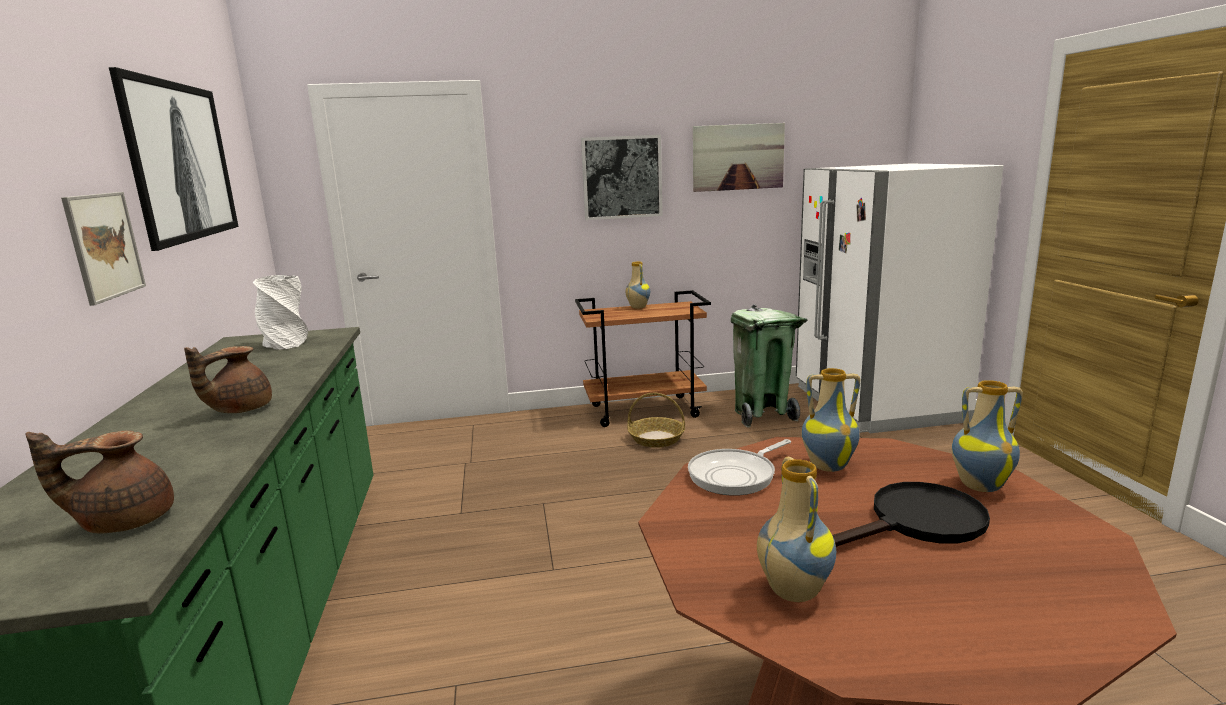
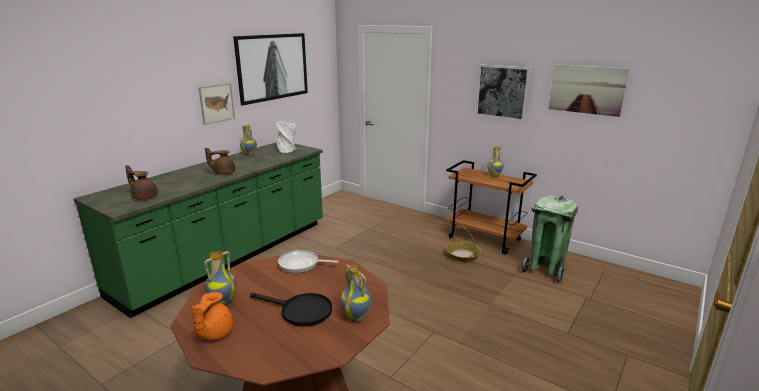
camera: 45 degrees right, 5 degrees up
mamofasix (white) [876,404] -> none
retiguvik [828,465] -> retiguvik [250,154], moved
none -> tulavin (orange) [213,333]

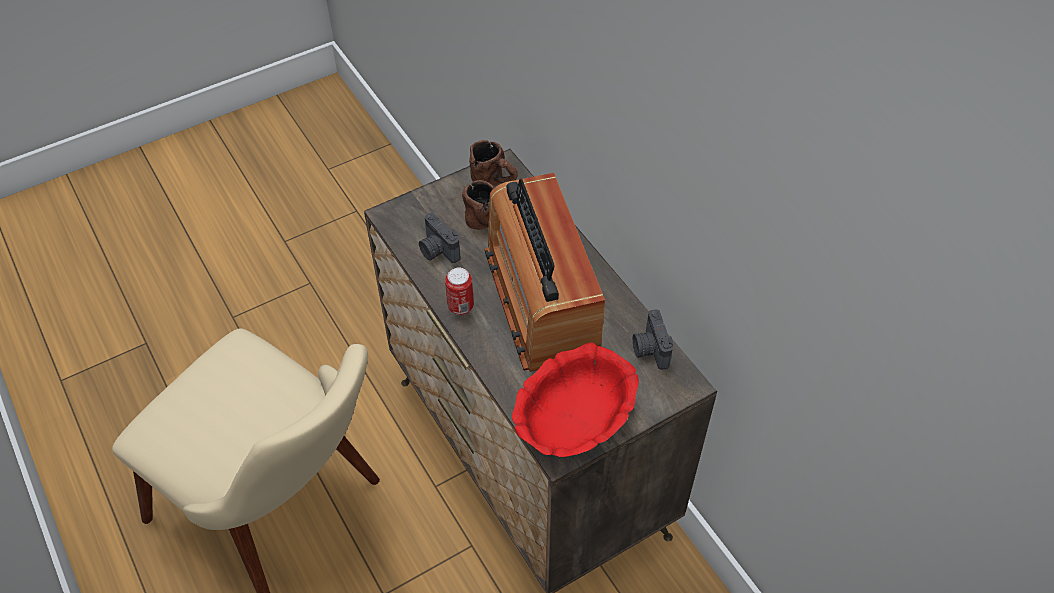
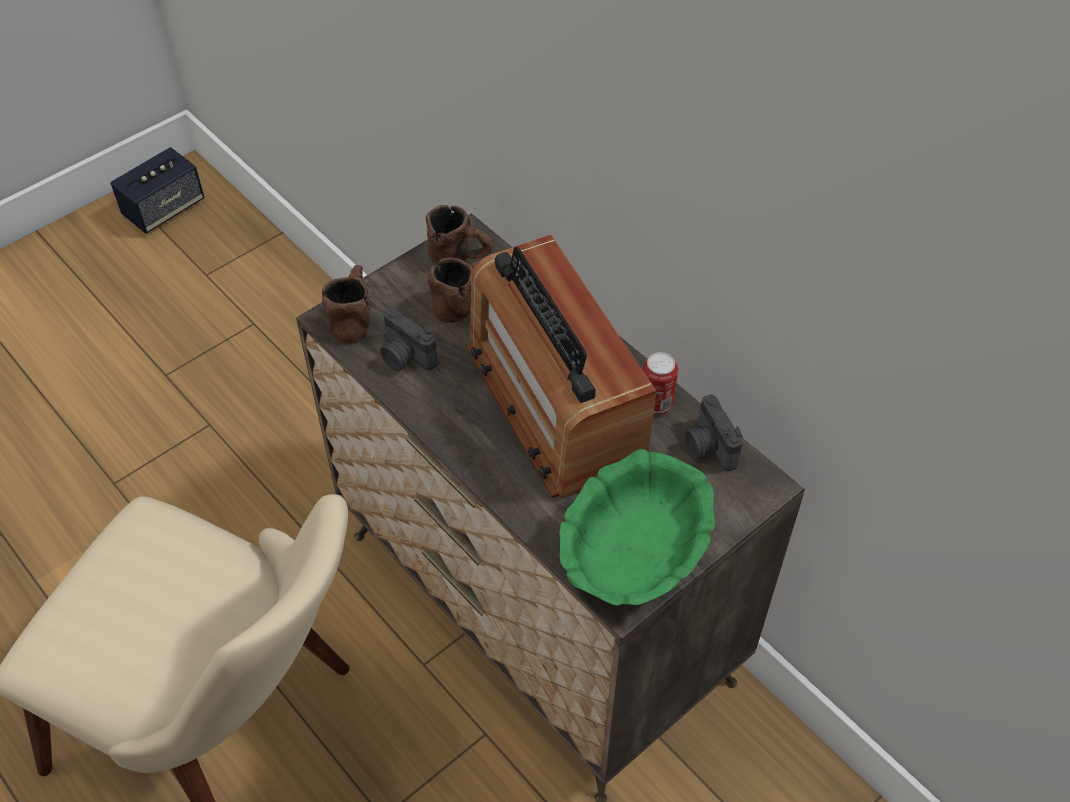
camera: 10 degrees left, 0 degrees up
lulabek [460,306] -> lulabek [656,404], moved
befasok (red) [574,425] -> befasok (green) [634,560]
none -> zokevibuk [164,209]
none -> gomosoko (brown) [353,317]

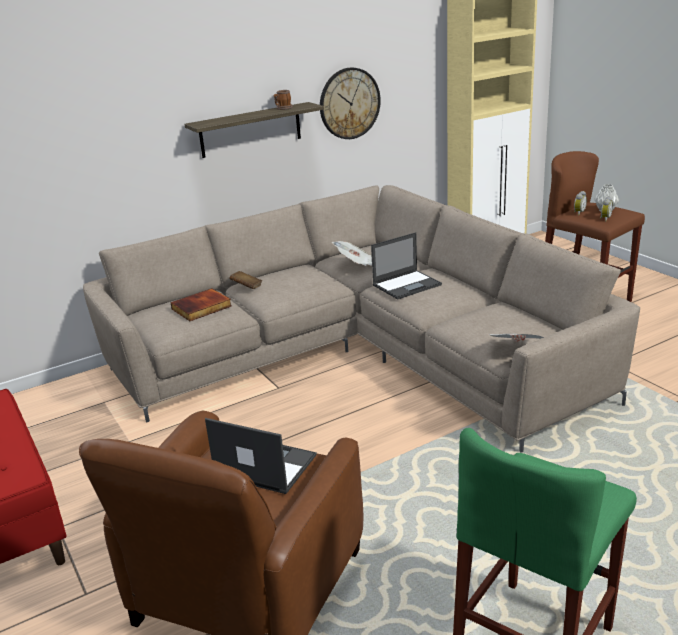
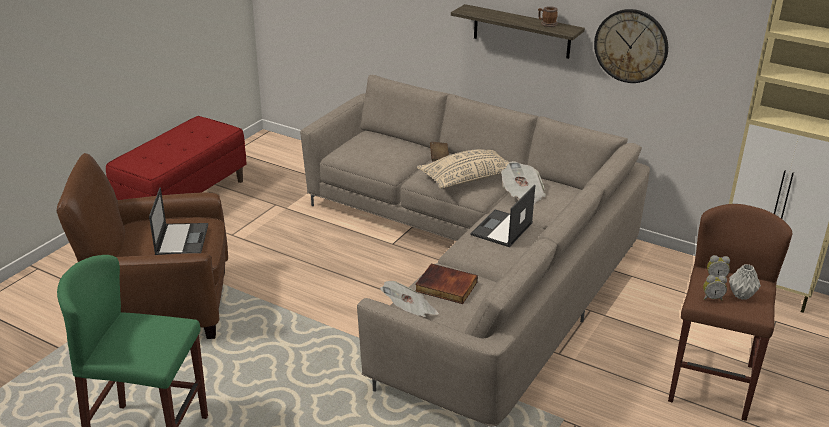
camera: 60 degrees right, 5 degrees up
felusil [201,308] -> felusil [445,287], moved
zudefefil [407,285] -> zudefefil [501,229], 90 degrees clockwise
none -> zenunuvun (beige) [467,178]

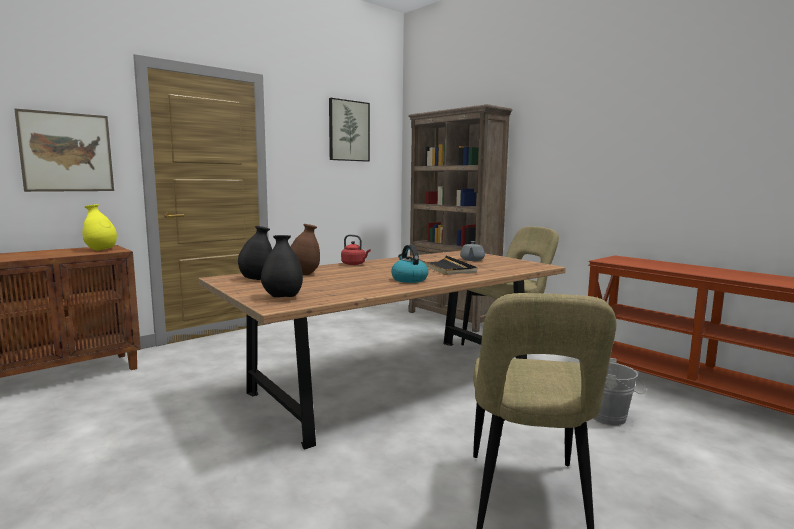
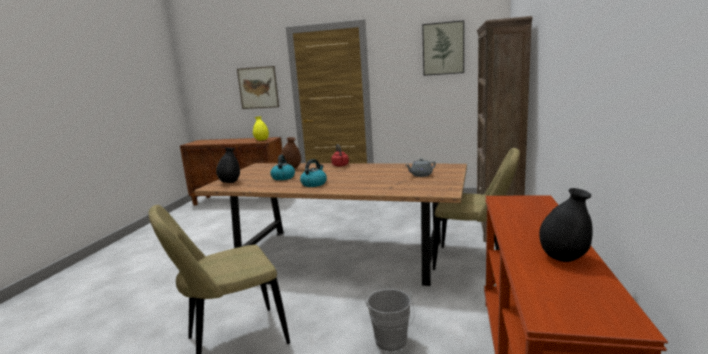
camera: 55 degrees right, 5 degrees up
retiguvik (black) [256,279] -> retiguvik (black) [563,258], moved
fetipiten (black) [444,268] -> none
none -> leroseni [283,177]

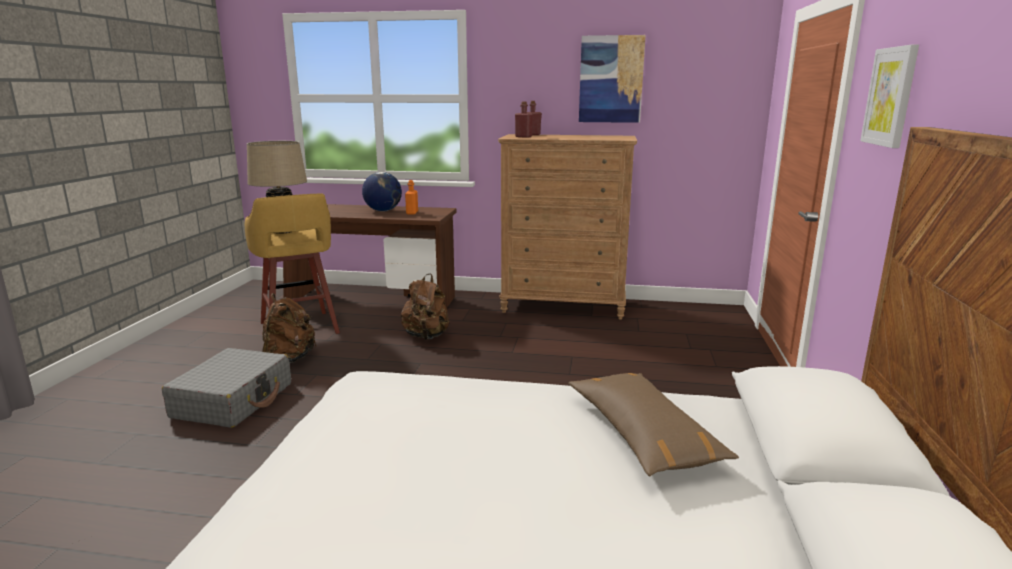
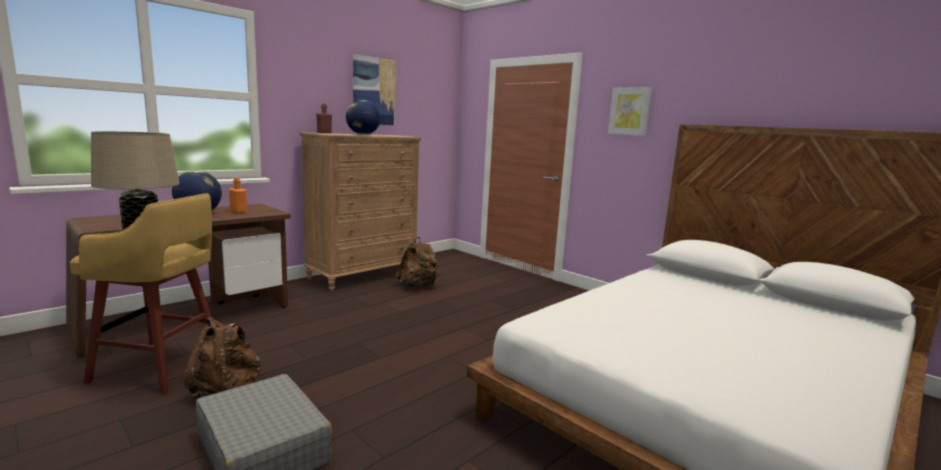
camera: 55 degrees left, 5 degrees down
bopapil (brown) [426,336] -> bopapil (brown) [418,286], moved
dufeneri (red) [523,137] -> none
zenunuvun (brown) [642,435] -> none
none -> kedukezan [363,134]

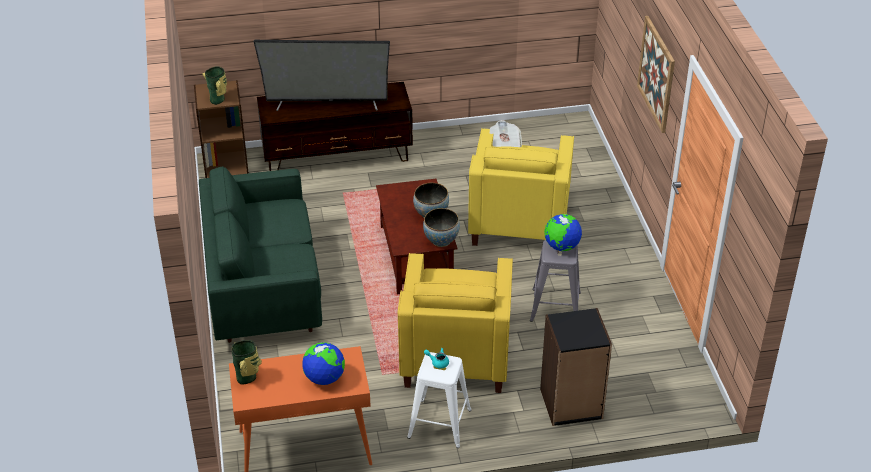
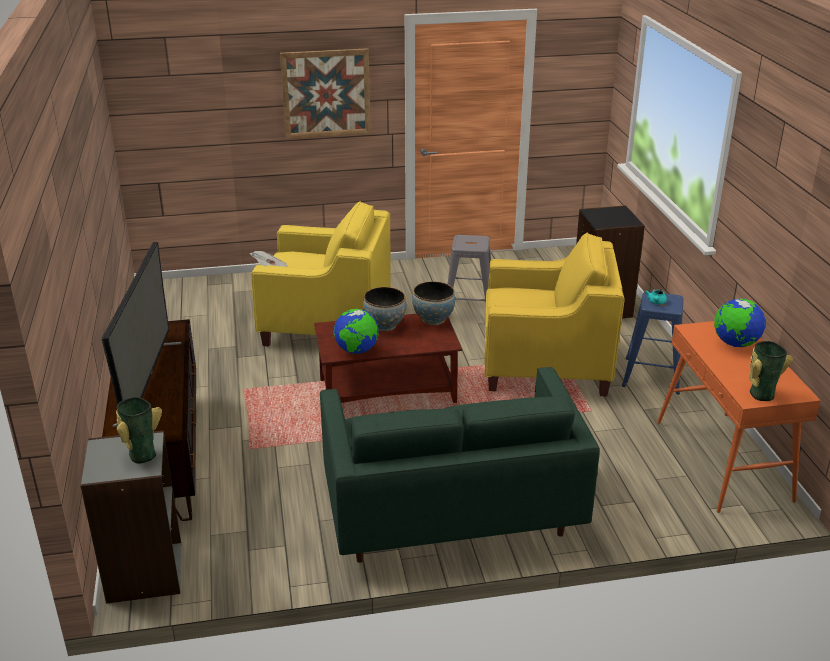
camera: 90 degrees left, 10 degrees down
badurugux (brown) [226,164] -> badurugux (grey) [143,572]
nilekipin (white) [438,423] -> nilekipin (blue) [652,376]
kedukezan [561,246] -> kedukezan [356,350], moved

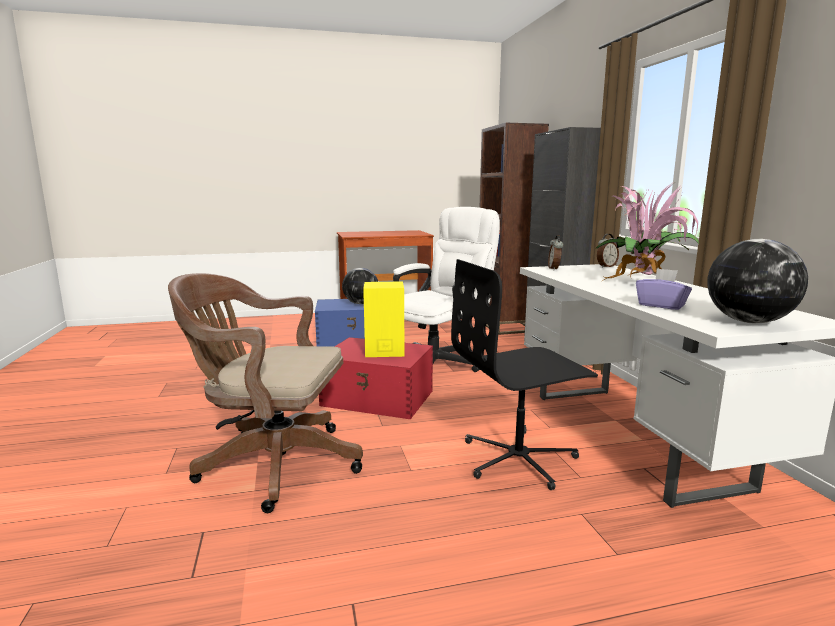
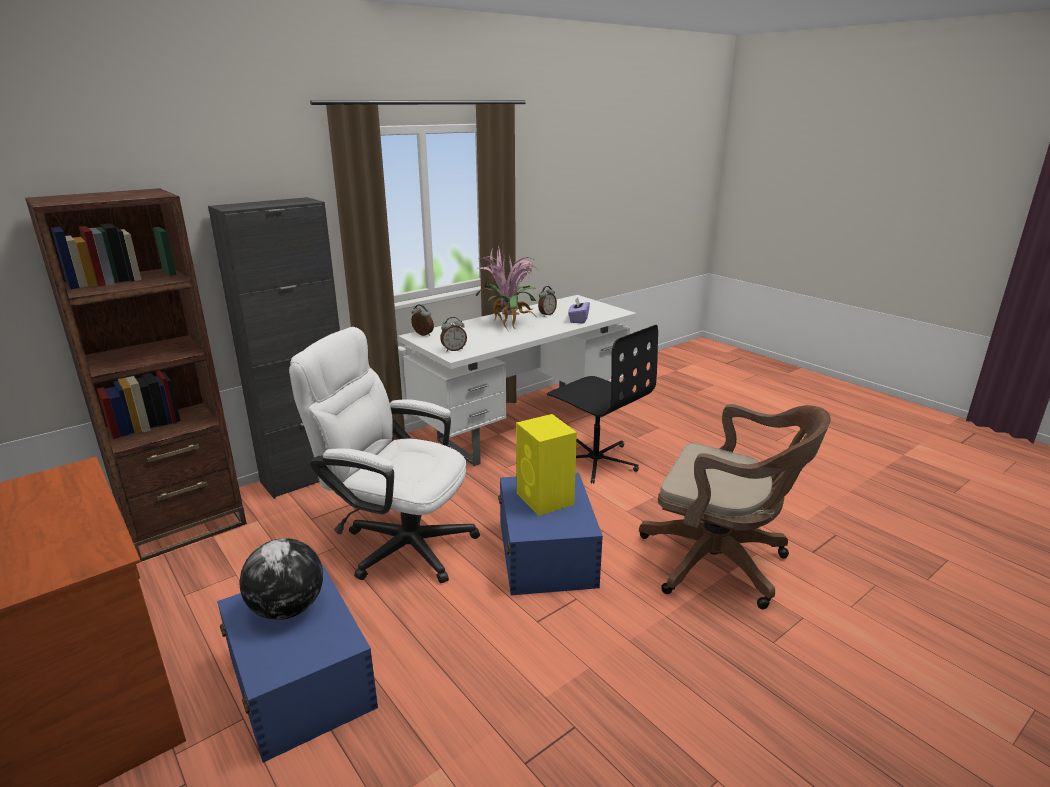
camera: 115 degrees left, 10 degrees up
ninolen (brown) [272,463] -> ninolen (brown) [721,563], 45 degrees counterclockwise
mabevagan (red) [378,398] -> mabevagan (blue) [547,553]
kedukezan [748,321] -> none
none -> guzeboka [546,314]

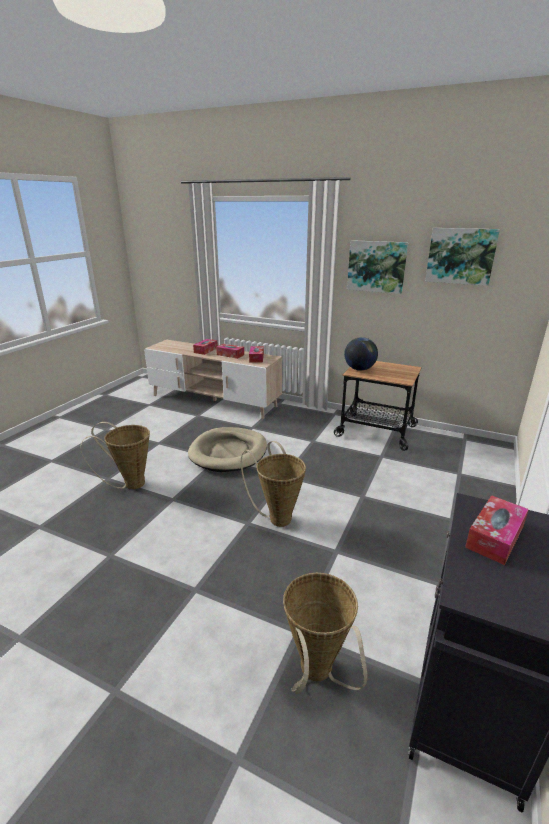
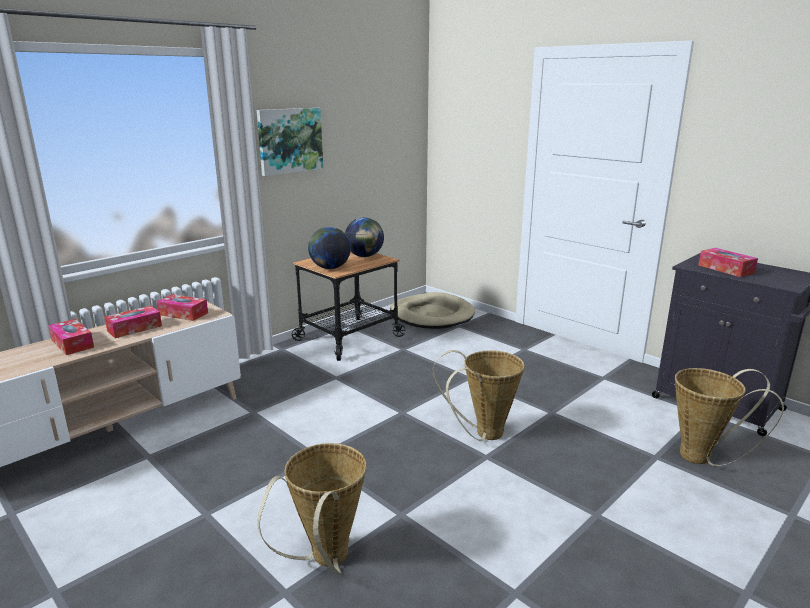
camera: 70 degrees left, 5 degrees down
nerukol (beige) [228,452] -> nerukol (beige) [431,315], moved
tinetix [460,256] -> none
none -> kedukezan [364,256]

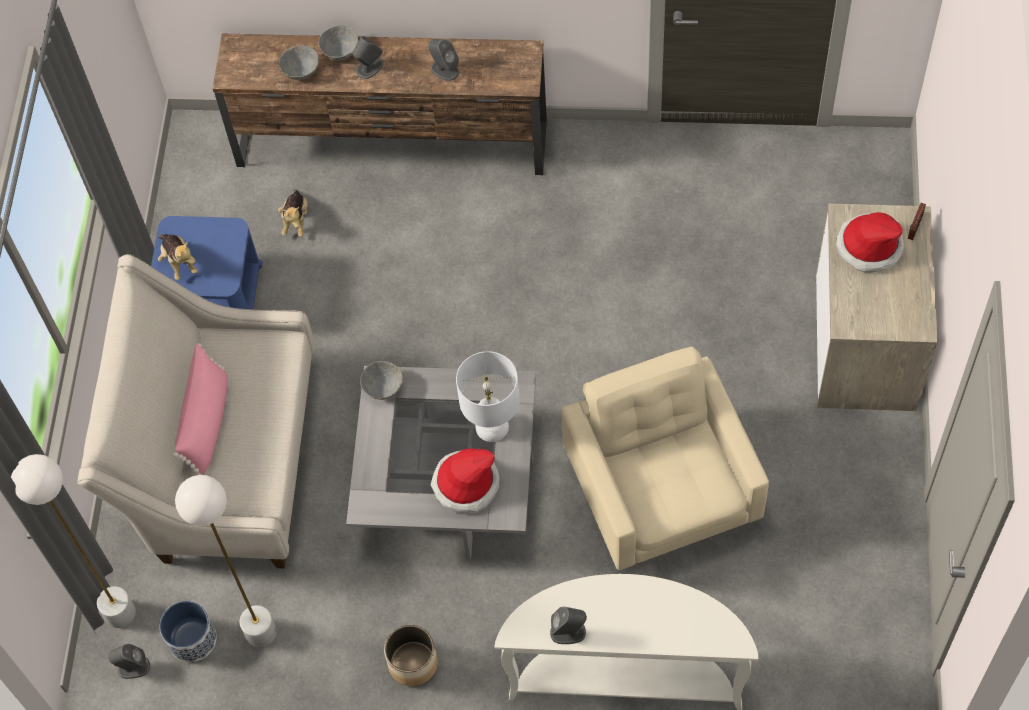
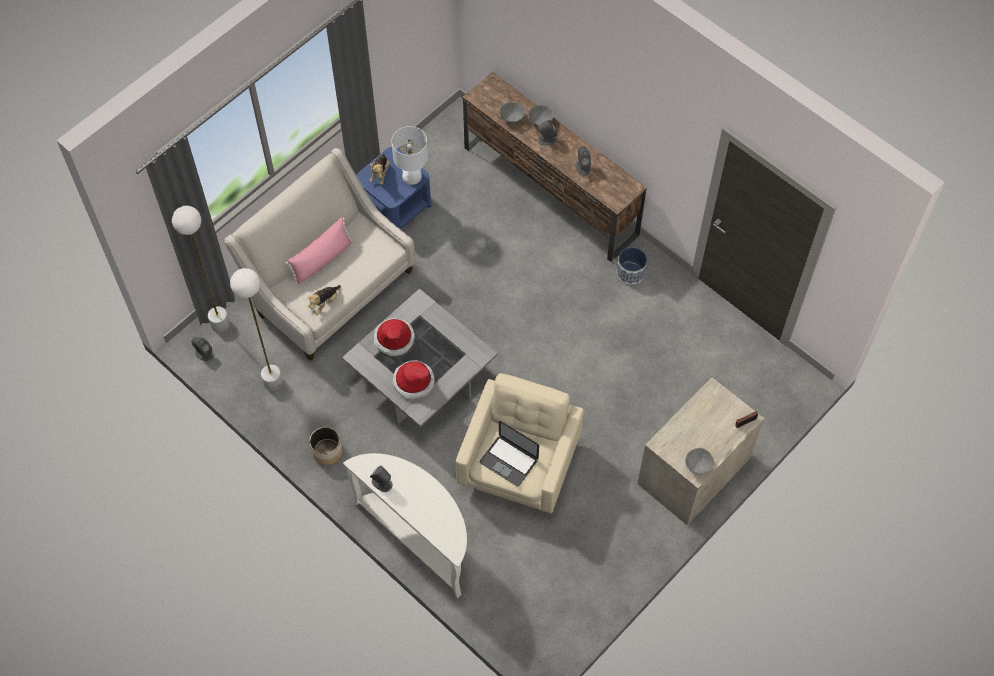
camera: 35 degrees right, 0 degrees up
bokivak [192,639] -> bokivak [630,272], moved
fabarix [296,220] -> fabarix [324,303], moved
befasok (grey) [383,388] -> befasok (grey) [698,466], moved
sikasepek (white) [493,426] -> sikasepek (white) [412,176], moved
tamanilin [869,246] -> tamanilin [394,338], moved
none -> zudefefil [509,460]

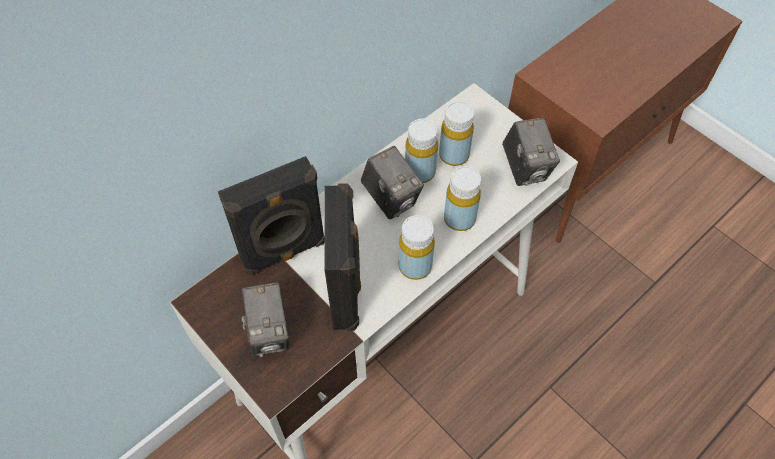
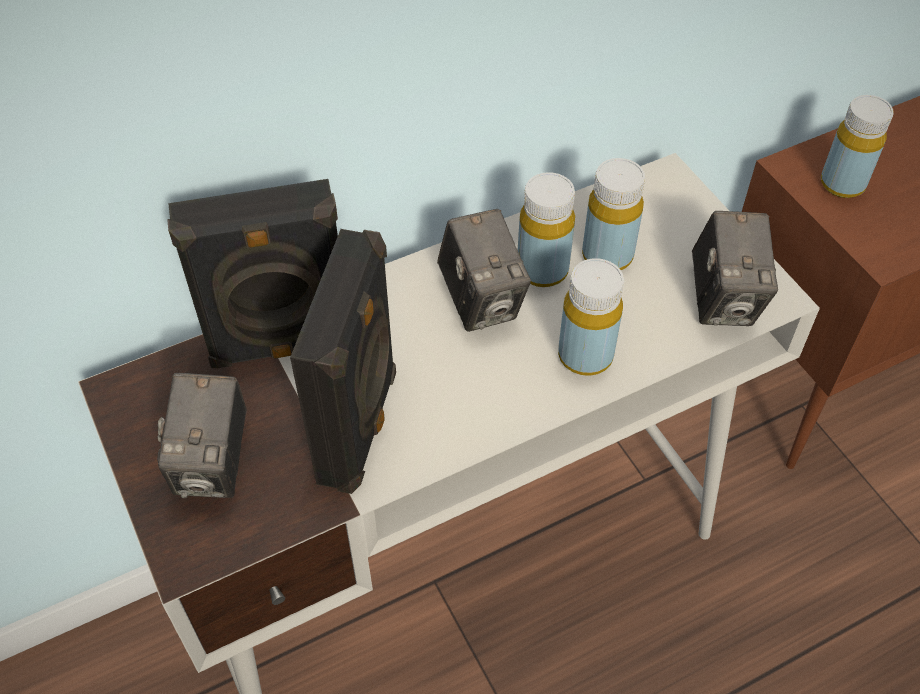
camera: 15 degrees right, 5 degrees down
dufeneri (yellow) [415,266] -> dufeneri (yellow) [842,184], moved

